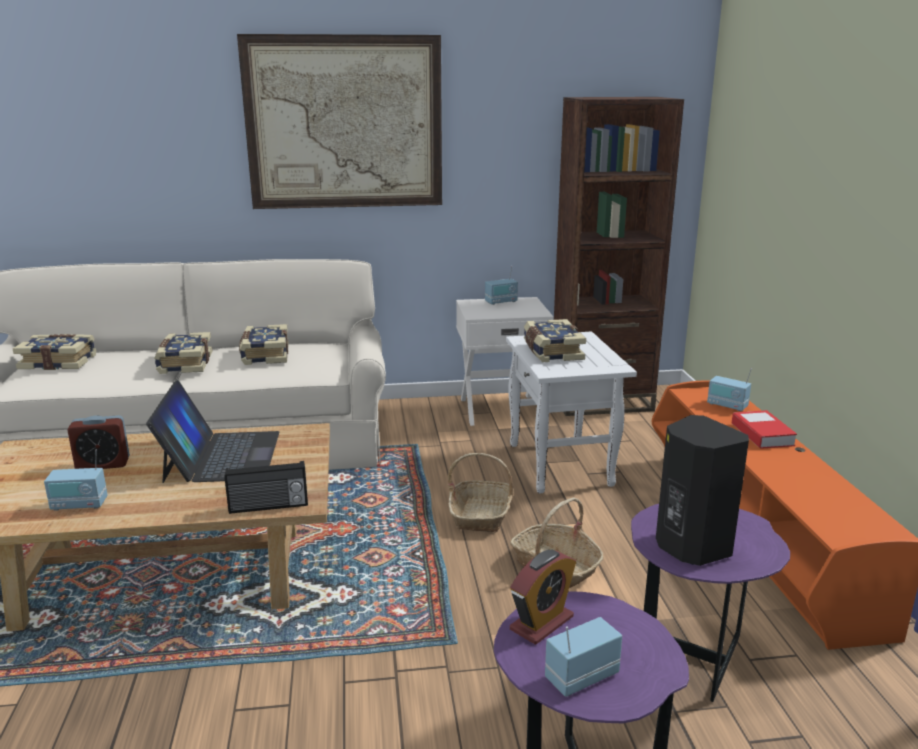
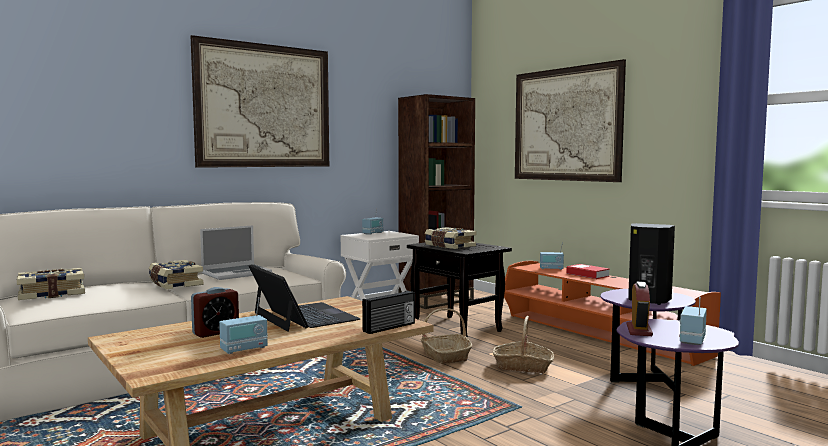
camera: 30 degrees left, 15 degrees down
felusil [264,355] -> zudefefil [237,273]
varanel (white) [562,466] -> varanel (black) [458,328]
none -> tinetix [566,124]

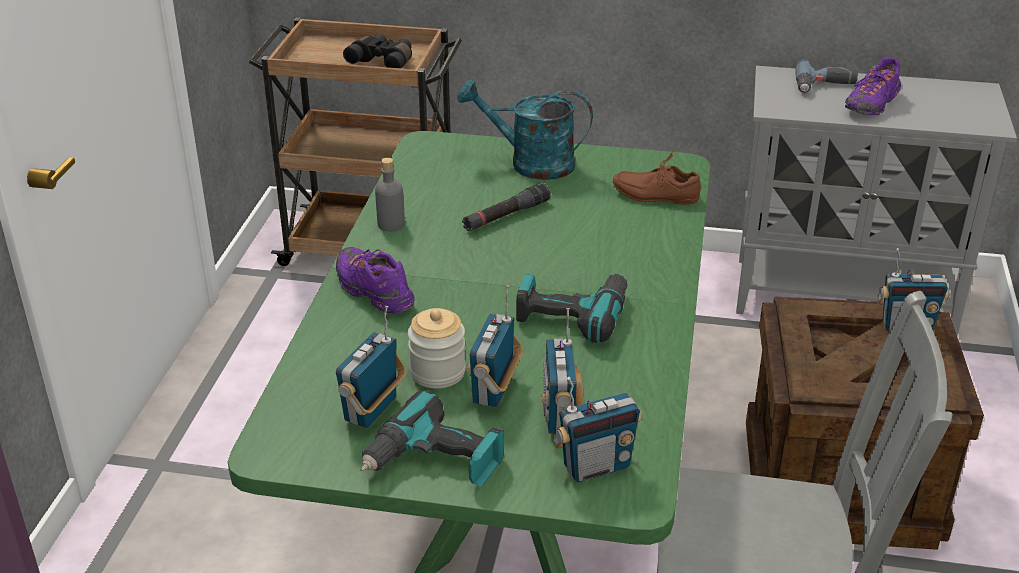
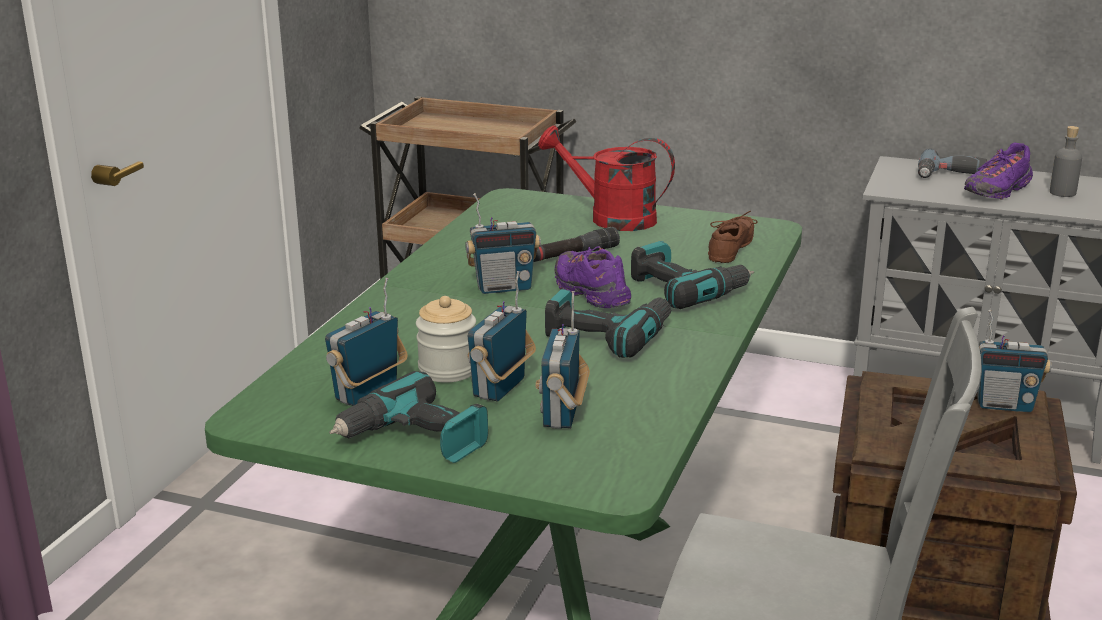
camera: 10 degrees right, 10 degrees down
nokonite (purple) [373,292] -> nokonite (purple) [590,293], moved
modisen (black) [383,61] -> none
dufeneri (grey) [391,224] -> dufeneri (grey) [1062,193], moved
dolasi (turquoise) [530,164] -> dolasi (red) [611,218]
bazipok [596,466] -> bazipok [503,287], moved
nokonite (brown) [655,194] -> nokonite (brown) [734,248], 90 degrees clockwise
none -> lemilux [686,289]

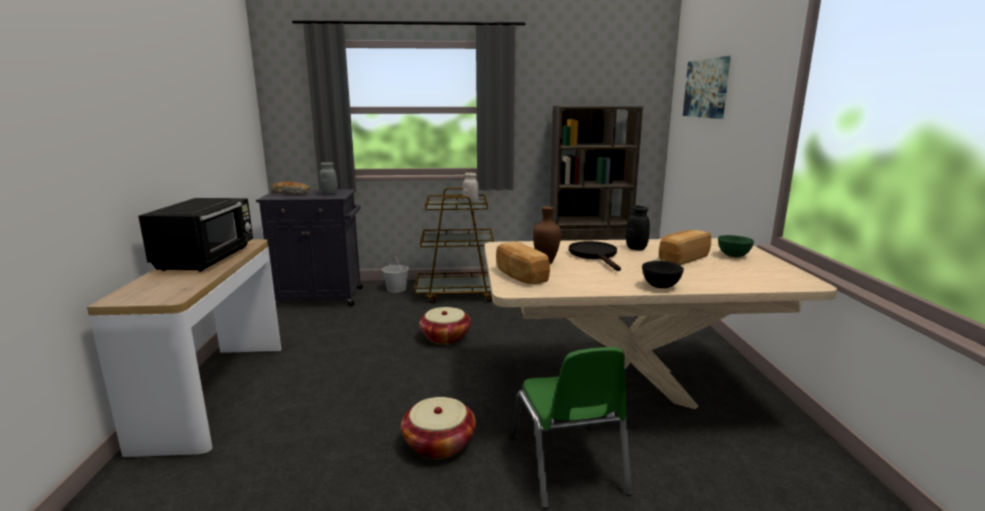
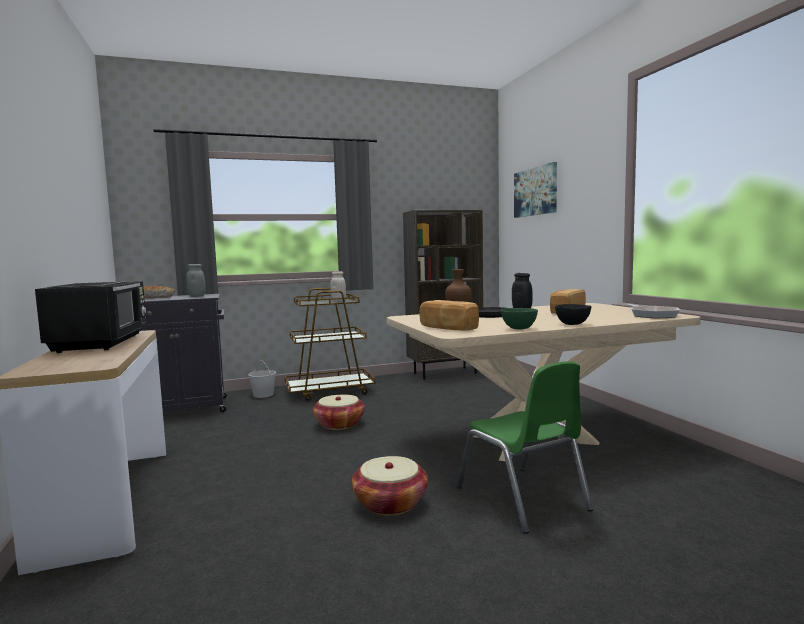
camera: 15 degrees left, 10 degrees down
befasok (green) [732,256] -> befasok (green) [518,328], moved
none -> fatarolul [652,315]

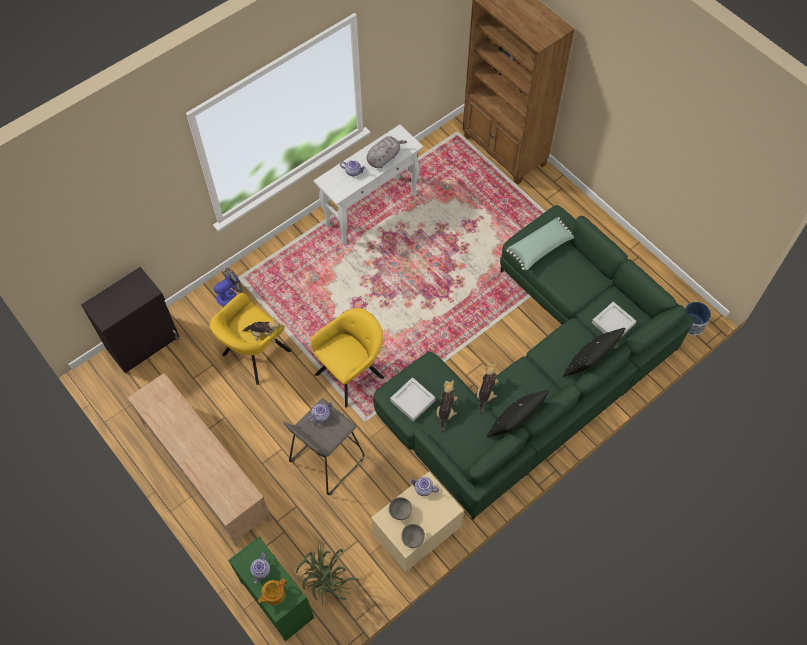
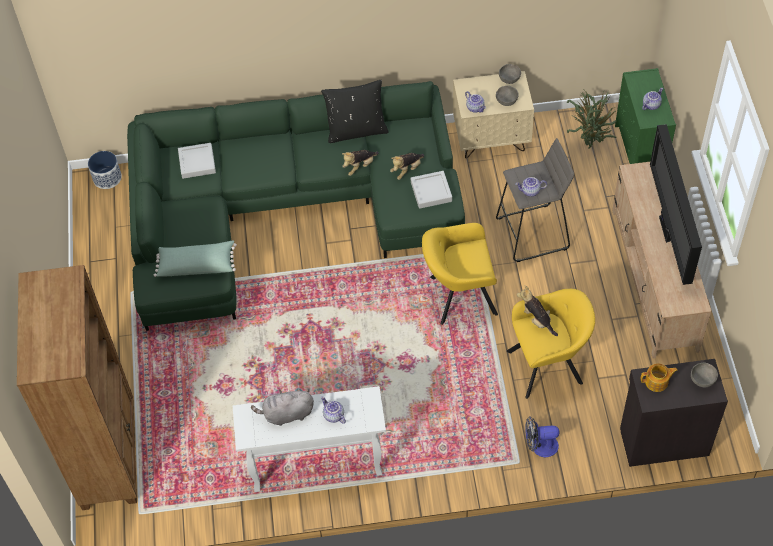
camera: 145 degrees left, 5 degrees down
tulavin [273,594] -> tulavin [657,382], moved
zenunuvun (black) [589,364] -> none
none -> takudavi [667,231]
none -> befasok (grey) [703,380]

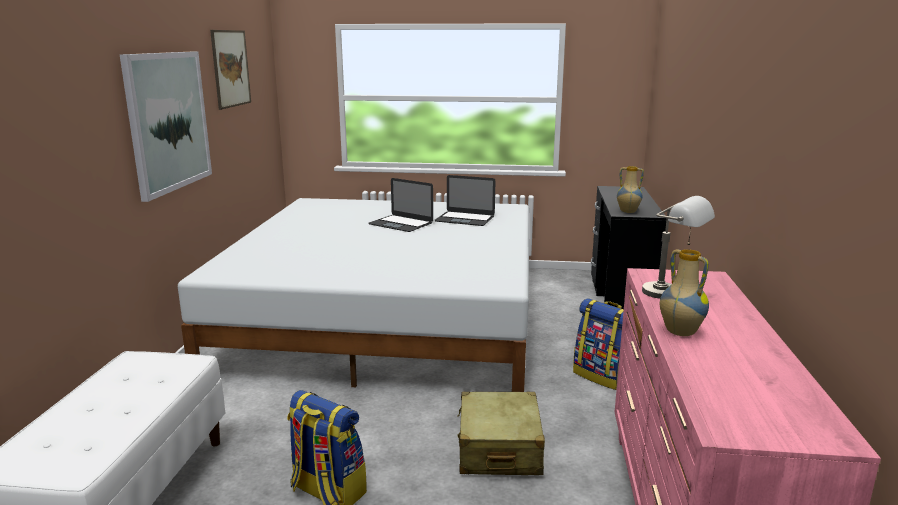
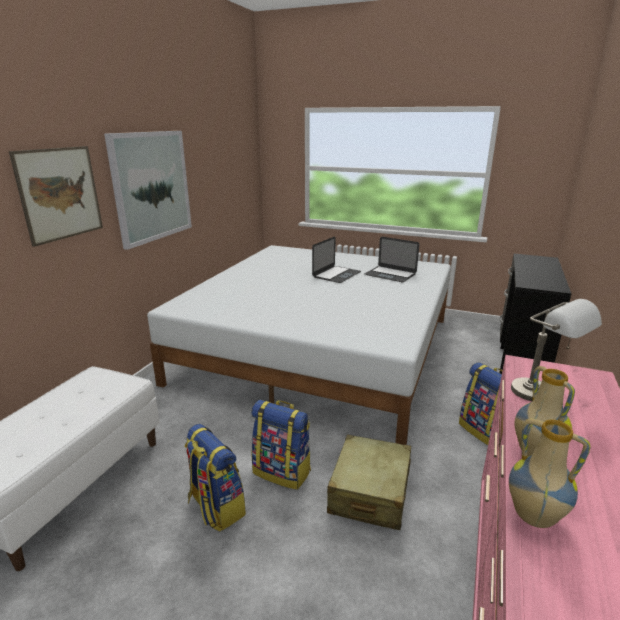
camera: 15 degrees right, 5 degrees up
tinetix [231,68] -> tinetix [60,194], moved
zudefefil [401,223] -> zudefefil [336,274], 105 degrees counterclockwise
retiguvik [627,212] -> retiguvik [533,517], moved
none -> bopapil [282,471]

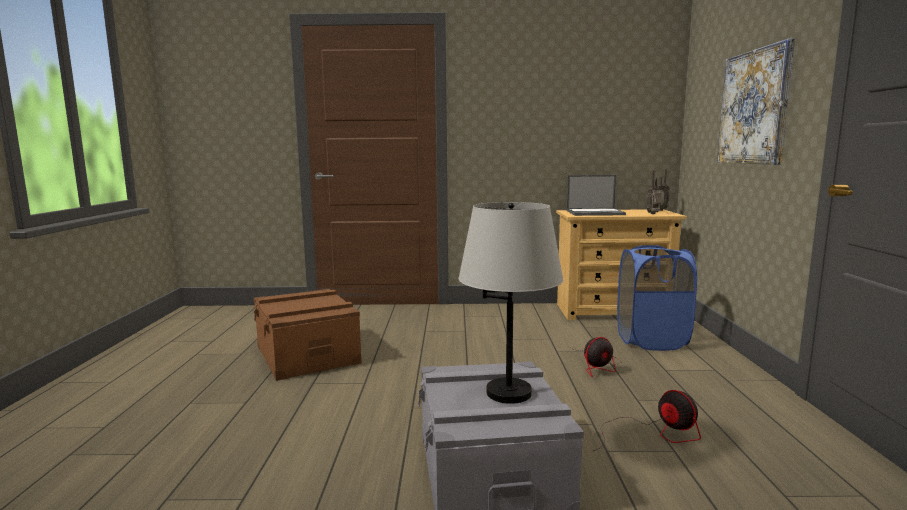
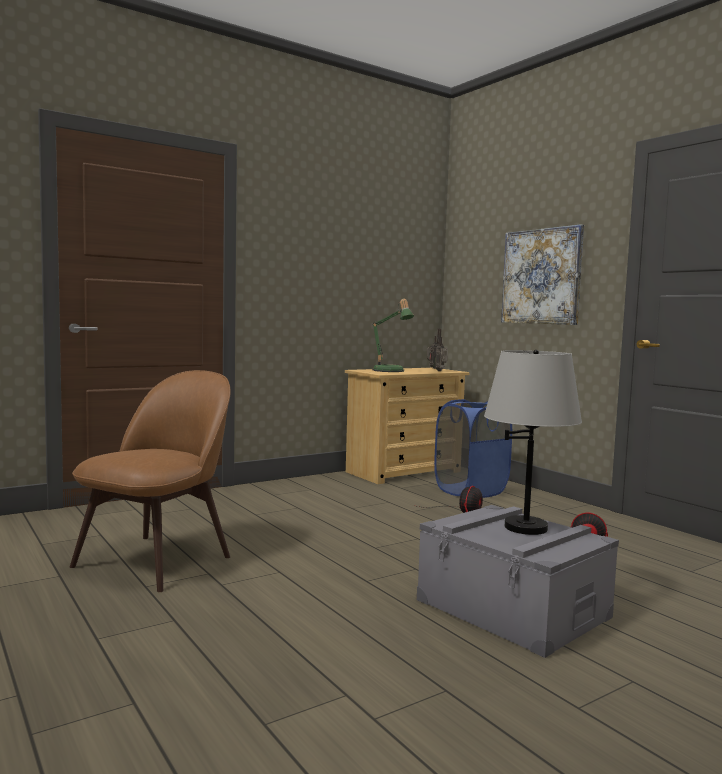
camera: 35 degrees left, 5 degrees down
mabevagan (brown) [307,354] -> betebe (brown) [157,559]
zudefefil [595,213] -> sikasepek [390,371]

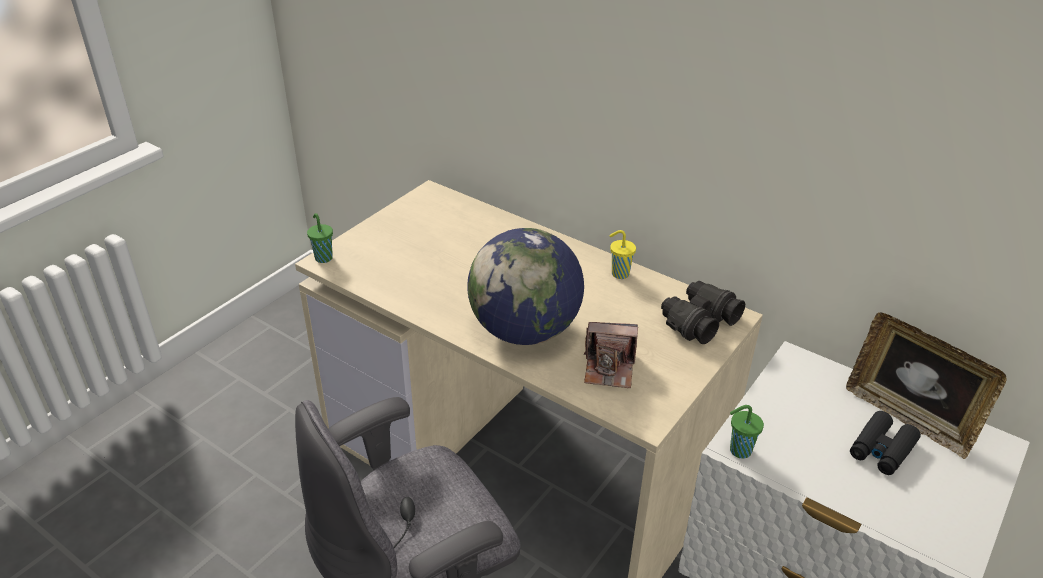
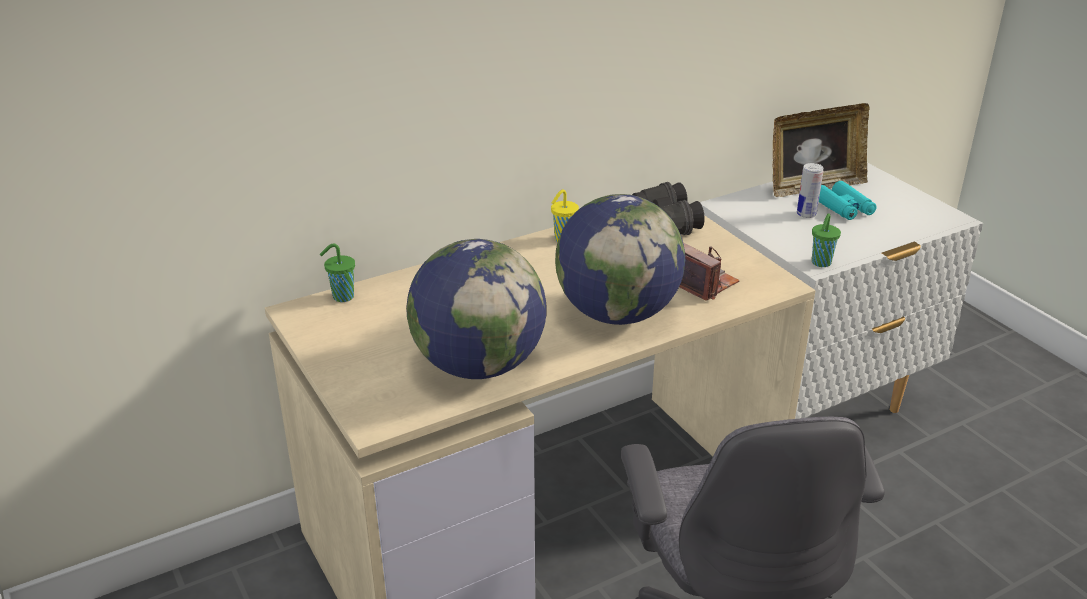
camera: 65 degrees left, 5 degrees down
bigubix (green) [323,257] -> bigubix (green) [342,297], moved
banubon [609,369] -> banubon [703,283], 75 degrees counterclockwise
modisen (black) [881,449] -> modisen (turquoise) [843,208]
none -> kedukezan [478,365]
none -> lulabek [806,214]

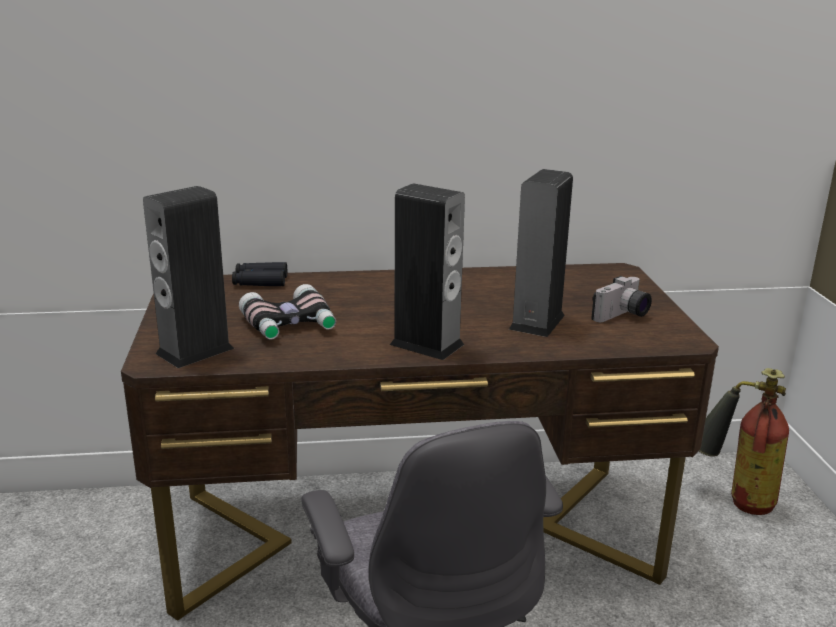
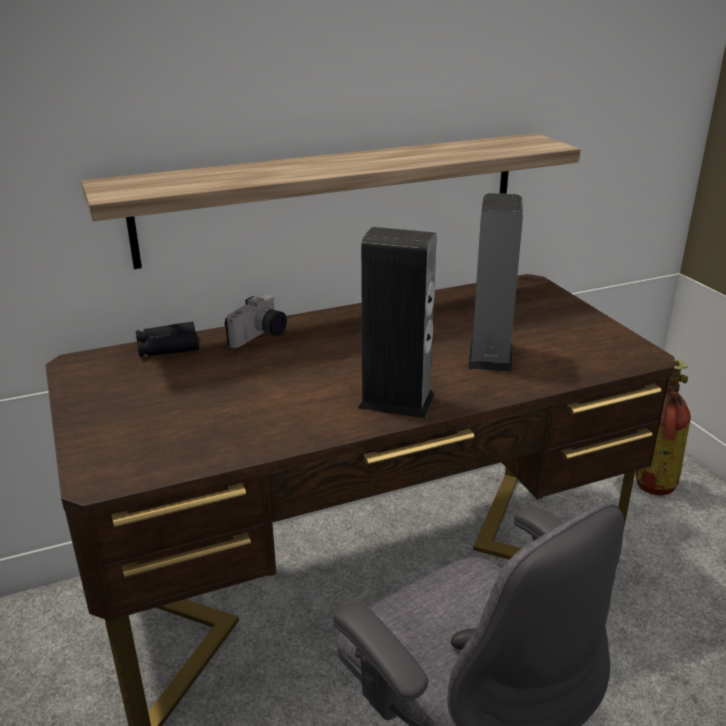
camera: 15 degrees left, 5 degrees up
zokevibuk [195,351] -> none
modisen [290,325] -> none
banubon [622,316] -> banubon [260,337], moved
none -> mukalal [332,197]

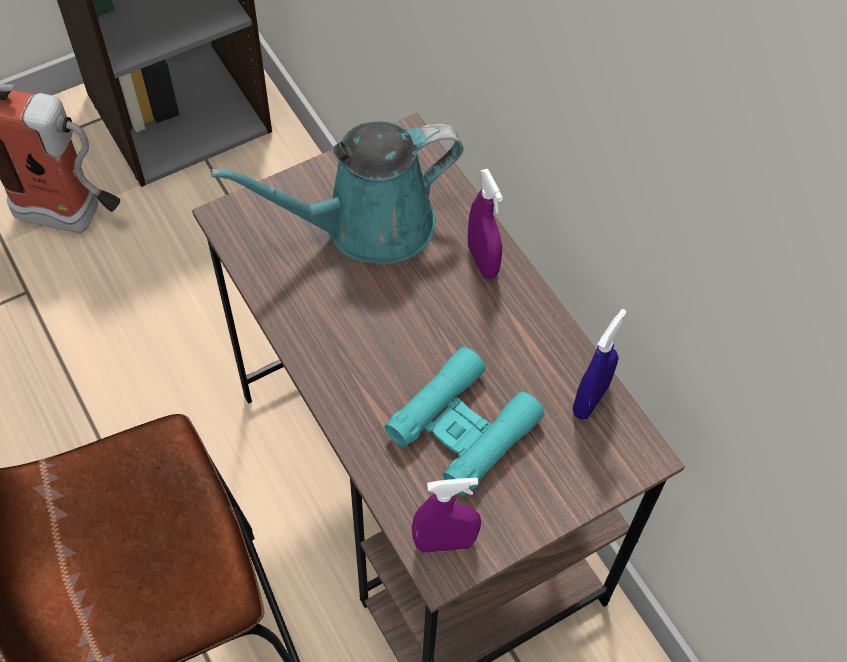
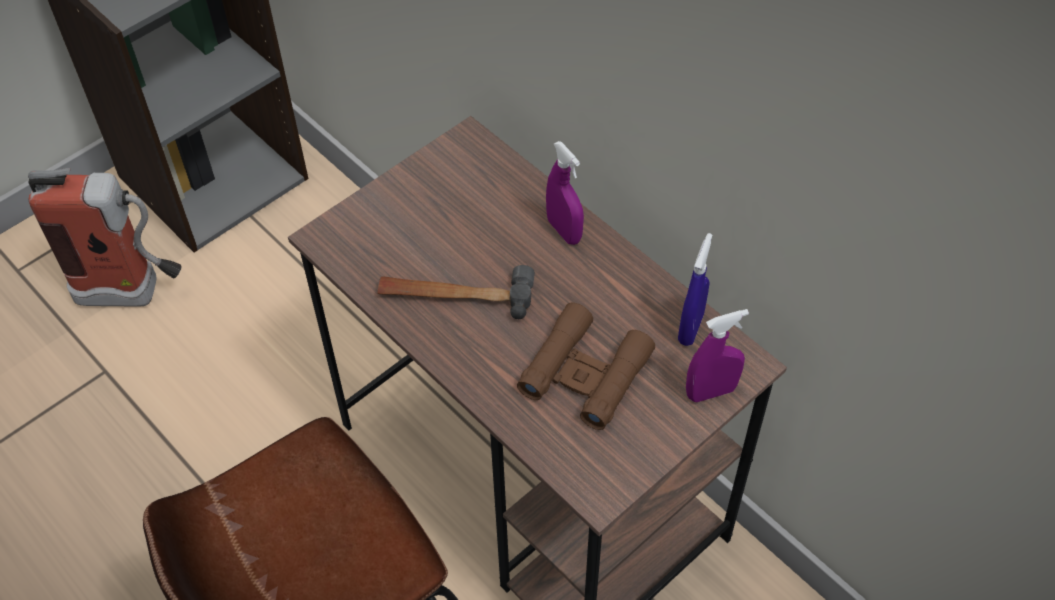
camera: 10 degrees left, 5 degrees down
dolasi (turquoise) [368,225] -> none
modisen (turquoise) [463,427] -> modisen (brown) [585,374]
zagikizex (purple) [444,543] -> zagikizex (purple) [711,392], moved
none -> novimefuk [456,295]

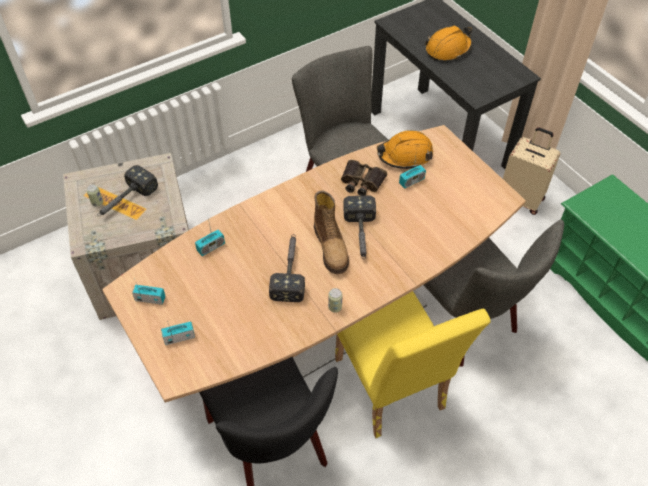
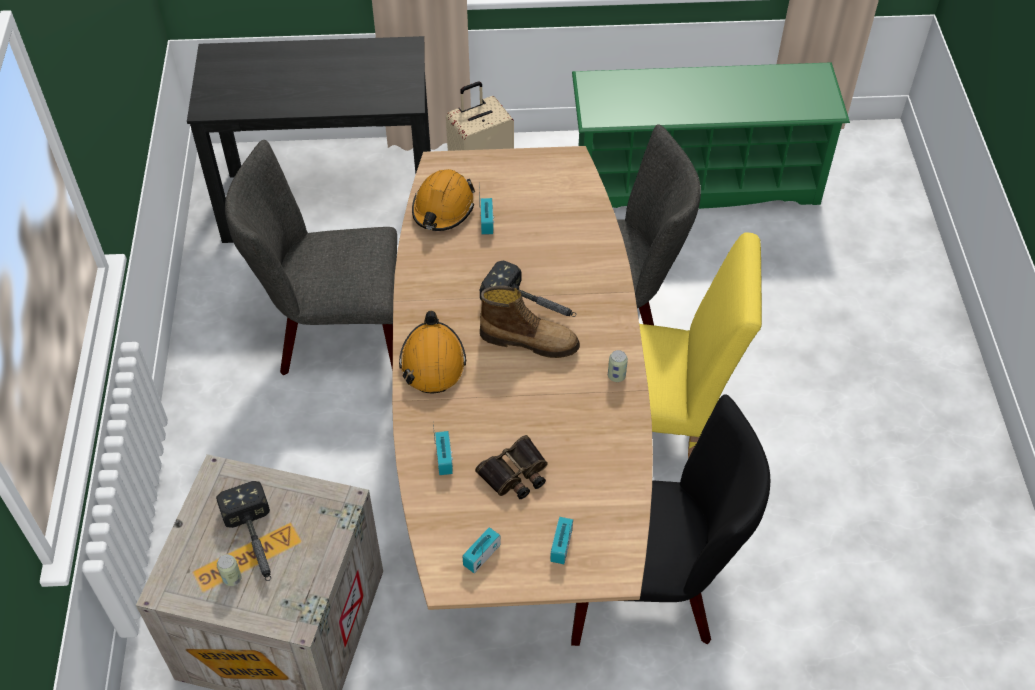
camera: 60 degrees left, 0 degrees up
novimefuk [290,270] -> none
modisen [361,182] -> modisen [515,474], moved
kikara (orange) [448,49] -> kikara (orange) [432,362], moved

